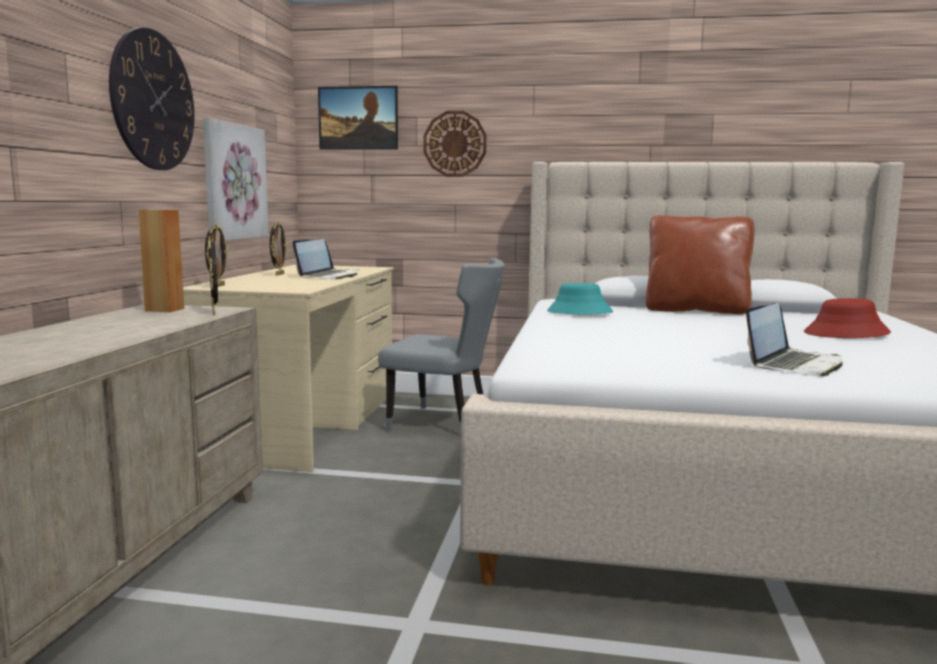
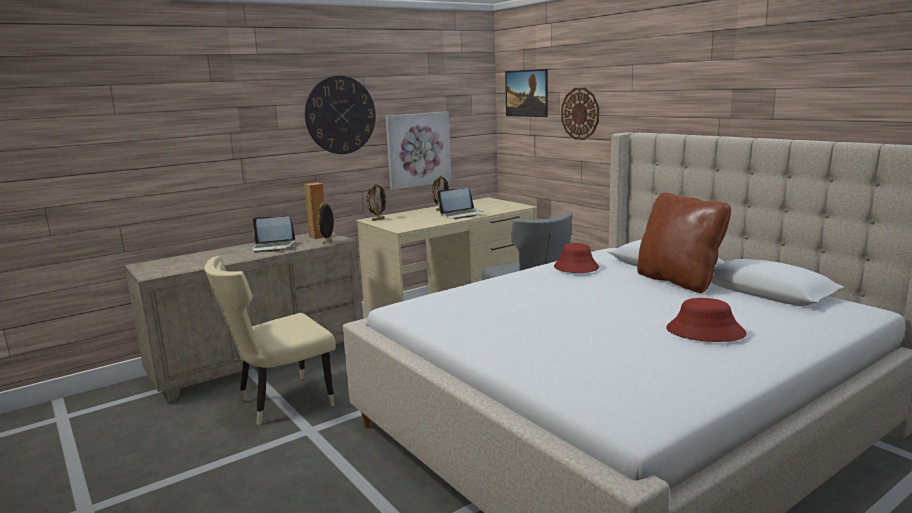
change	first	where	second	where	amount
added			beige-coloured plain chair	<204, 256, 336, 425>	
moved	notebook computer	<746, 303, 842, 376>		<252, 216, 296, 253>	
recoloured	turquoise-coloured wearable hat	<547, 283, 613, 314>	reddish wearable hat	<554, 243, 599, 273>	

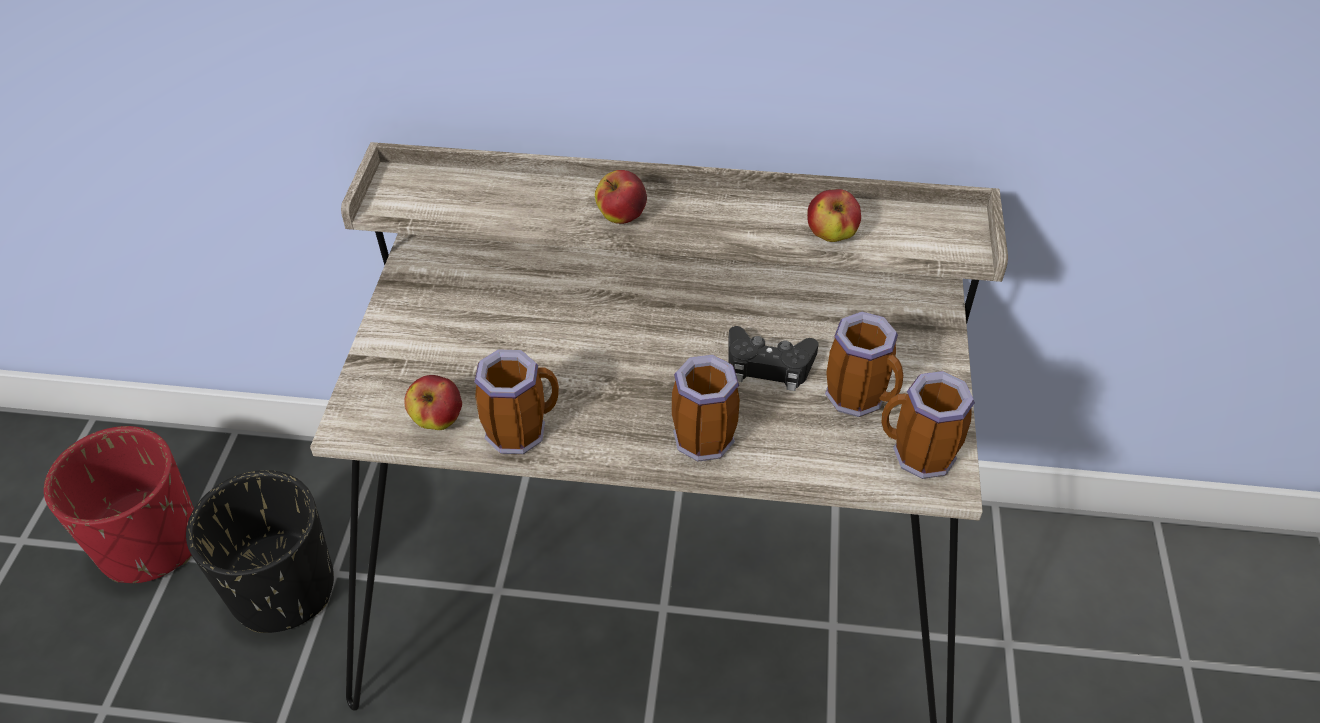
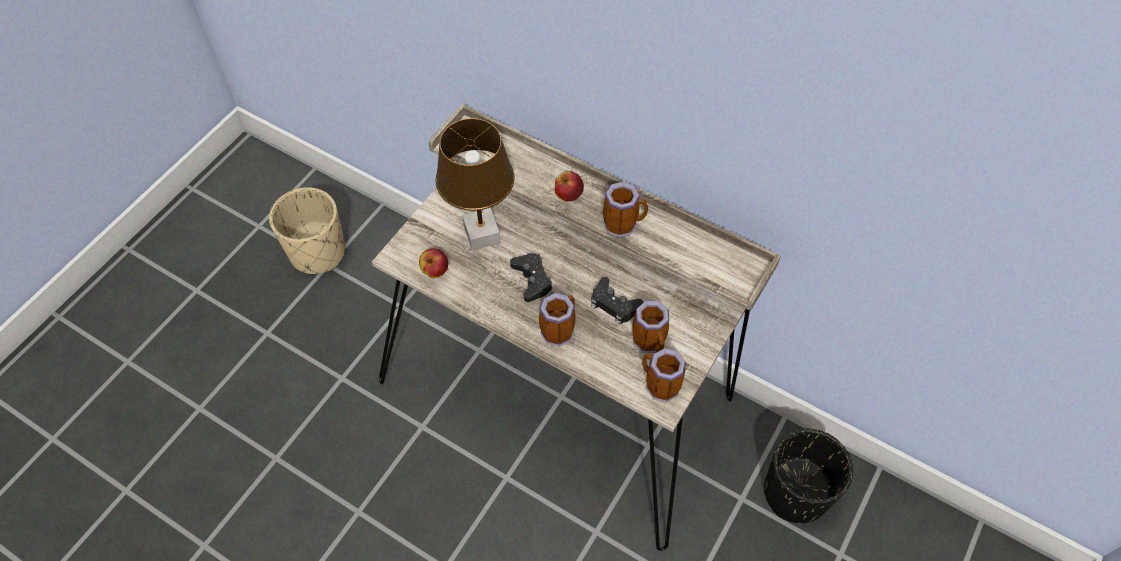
change	first	where	second	where	amount
recoloured	reddish planter	<44, 426, 194, 583>	beige-coloured planter	<269, 187, 345, 274>	
added			brown-coloured tabletop lamp	<436, 118, 514, 251>	
added			black-coloured joypad	<510, 253, 553, 302>	
moved	tea mug	<474, 349, 559, 454>		<603, 181, 648, 238>	
moved	black-coloured planter	<186, 470, 334, 633>		<764, 429, 853, 523>	
removed	apple fruit	<807, 189, 861, 242>			

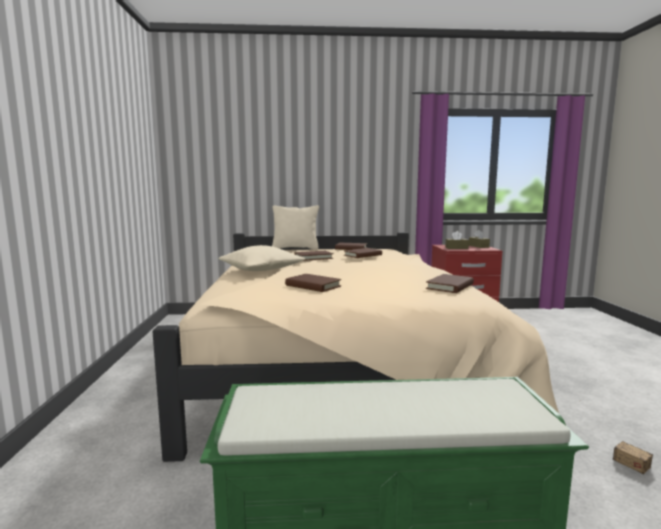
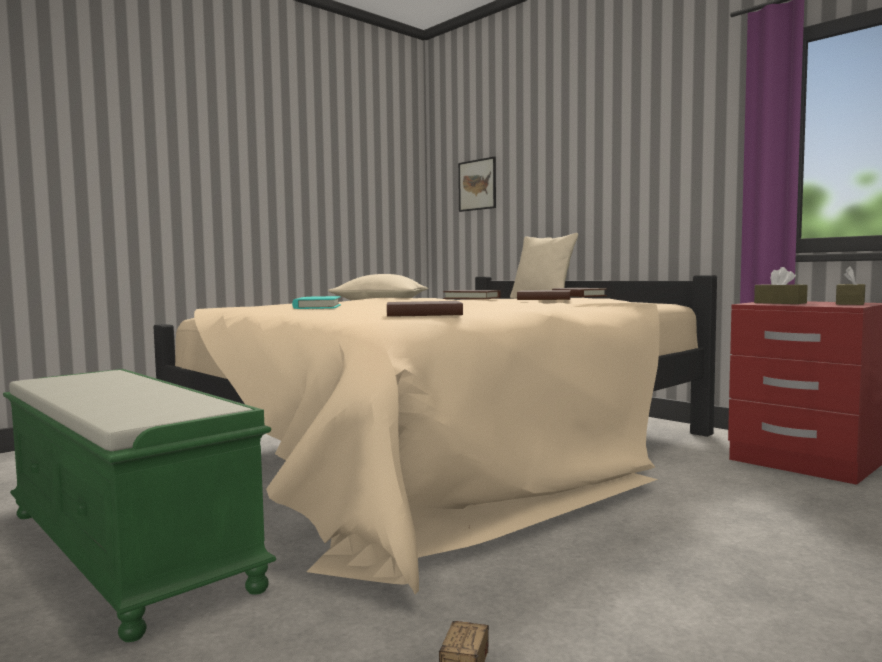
change	first	where	second	where	amount
recoloured	brown-coloured volume	<285, 274, 341, 292>	turquoise-coloured volume	<292, 296, 341, 309>	
added			wall art	<458, 157, 496, 212>	

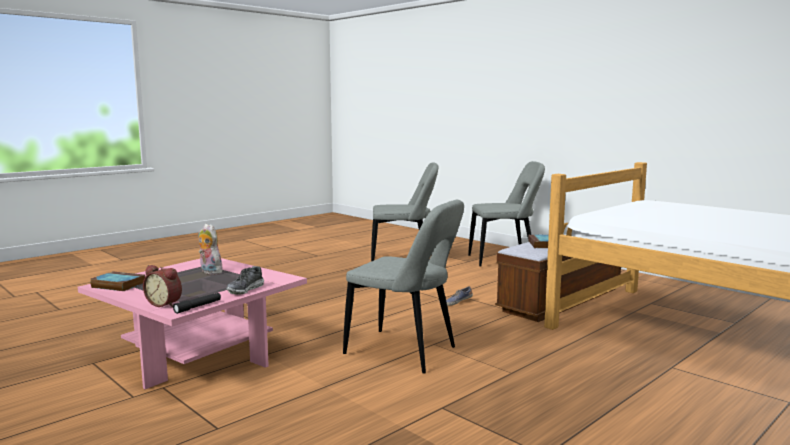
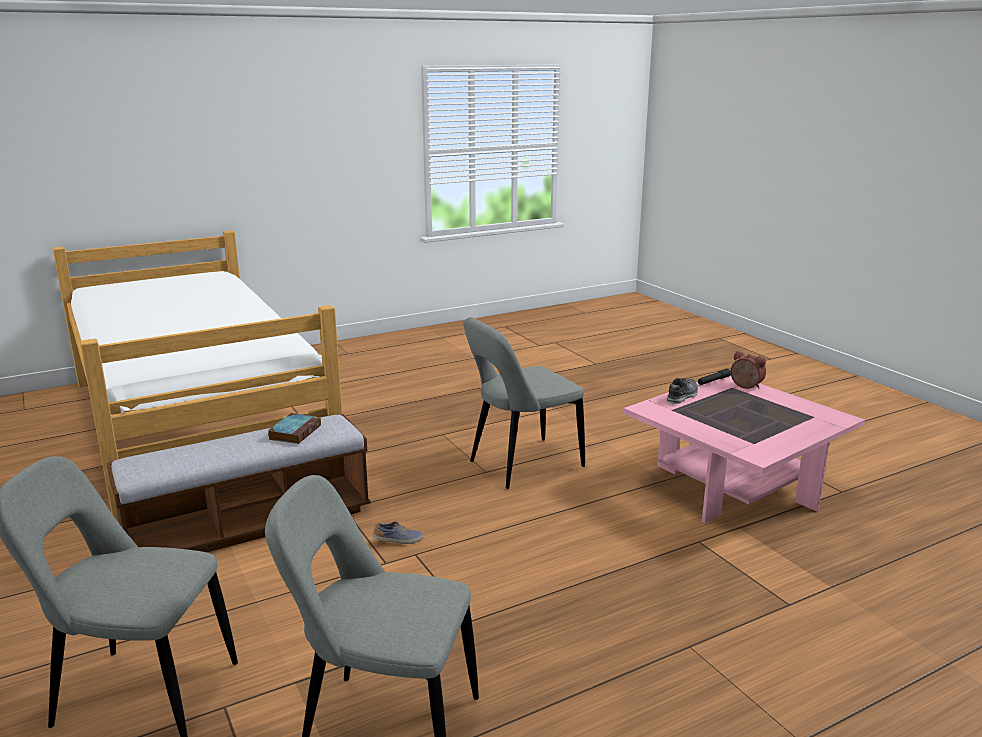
change	first	where	second	where	amount
turned	greyish plain chair	<343, 200, 464, 374>		<463, 317, 585, 489>	75 degrees counterclockwise
removed	volume	<90, 271, 145, 291>			
removed	cuddly toy	<198, 224, 223, 275>			

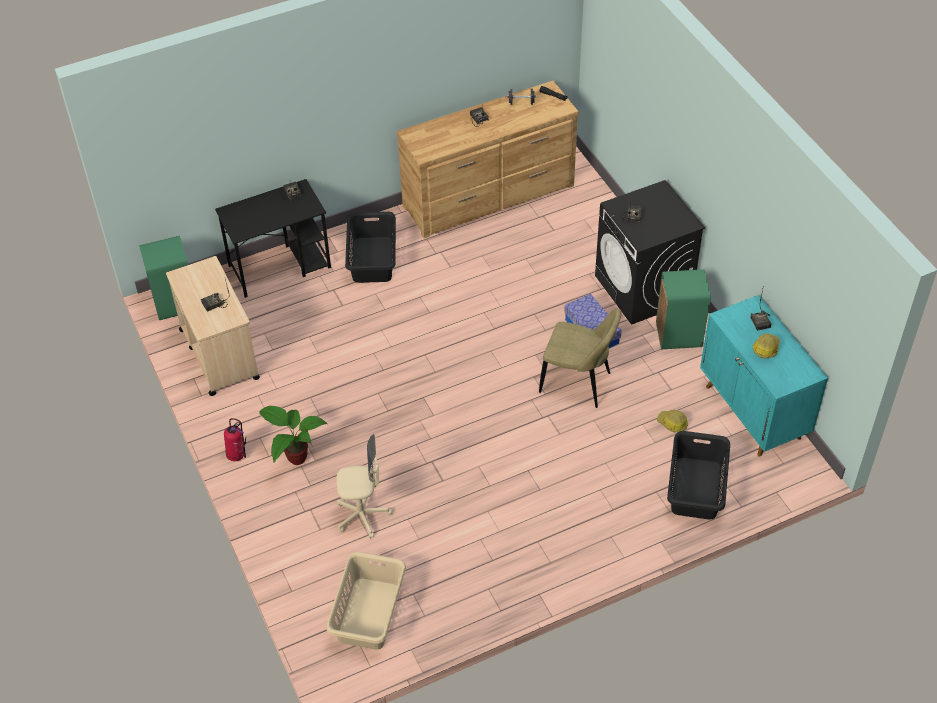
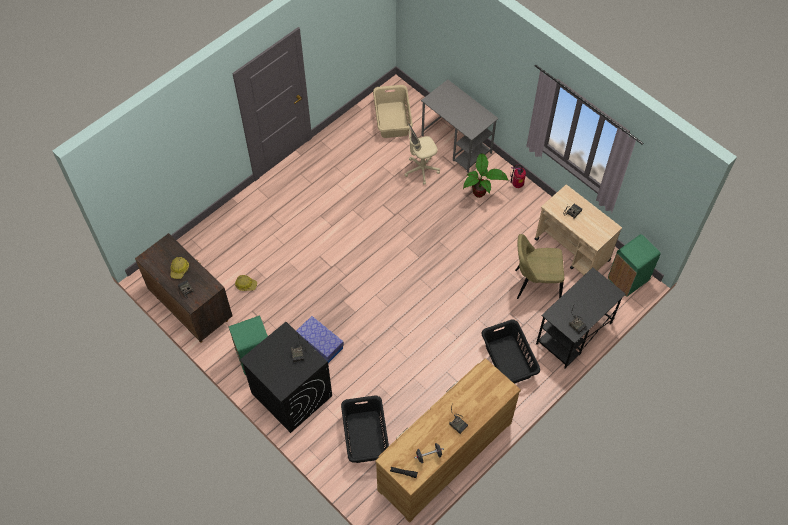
change	first	where	second	where	amount
recoloured	turquoise-coloured storage cabinet	<700, 295, 828, 457>	brown-coloured storage cabinet	<135, 233, 232, 343>	
moved	black-coloured laundry basket	<667, 431, 730, 520>		<341, 395, 389, 463>	
added			greyish desk unit	<421, 80, 498, 173>	
moved	beige-coloured plain chair	<539, 309, 622, 408>		<515, 234, 564, 299>	

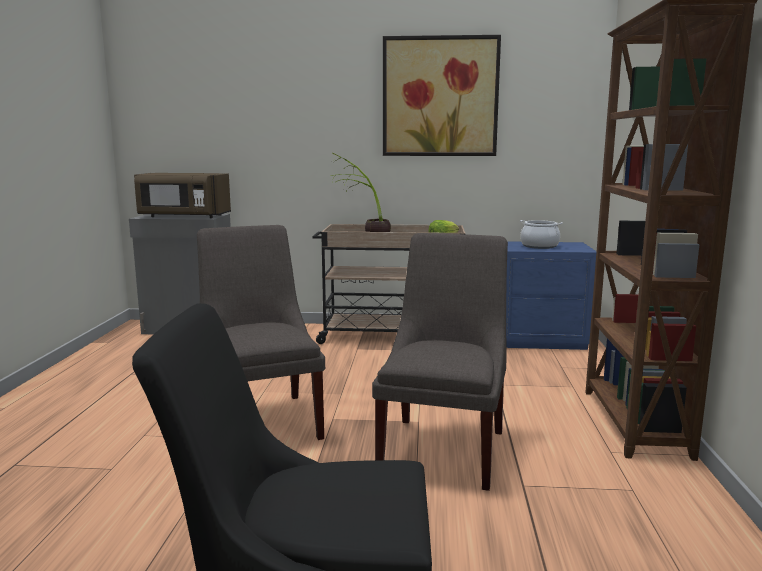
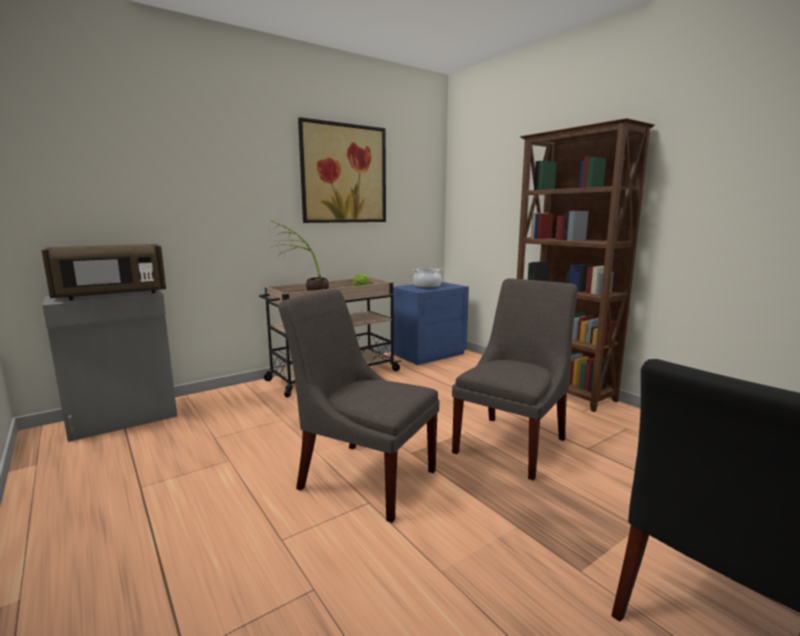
change	first	where	second	where	amount
turned	greyish plain chair	<372, 233, 508, 491>		<452, 278, 578, 481>	60 degrees clockwise

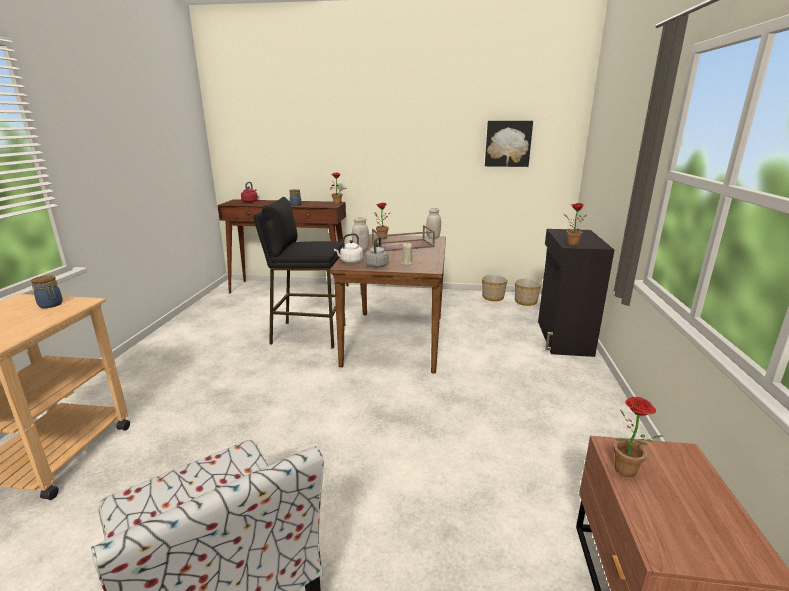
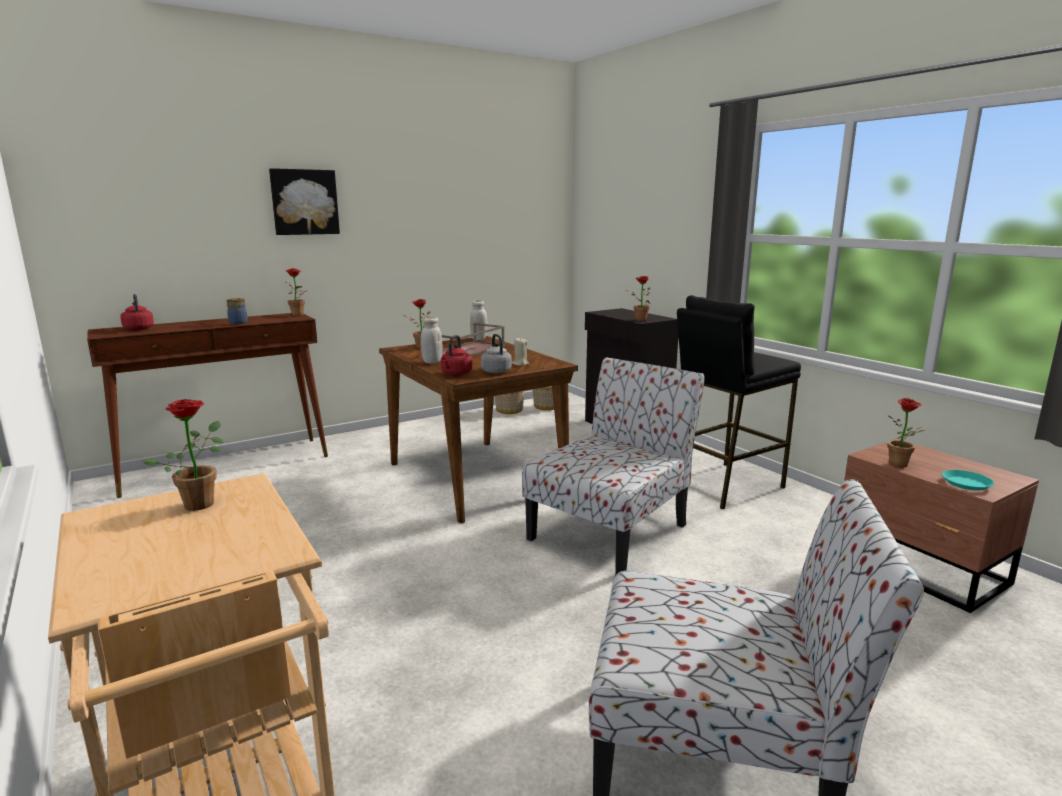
change	first	where	second	where	amount
replaced	storage jar	<31, 275, 63, 308>	plant in a pot	<143, 399, 224, 511>	
moved	wall art	<485, 121, 533, 167>		<269, 168, 340, 235>	
recoloured	white water kettle	<334, 233, 363, 263>	reddish water kettle	<441, 335, 472, 375>	
added			plain chair	<522, 357, 705, 575>	
moved	black-coloured stool	<253, 197, 345, 348>		<677, 295, 801, 509>	
added			turquoise-coloured plate	<942, 470, 994, 490>	

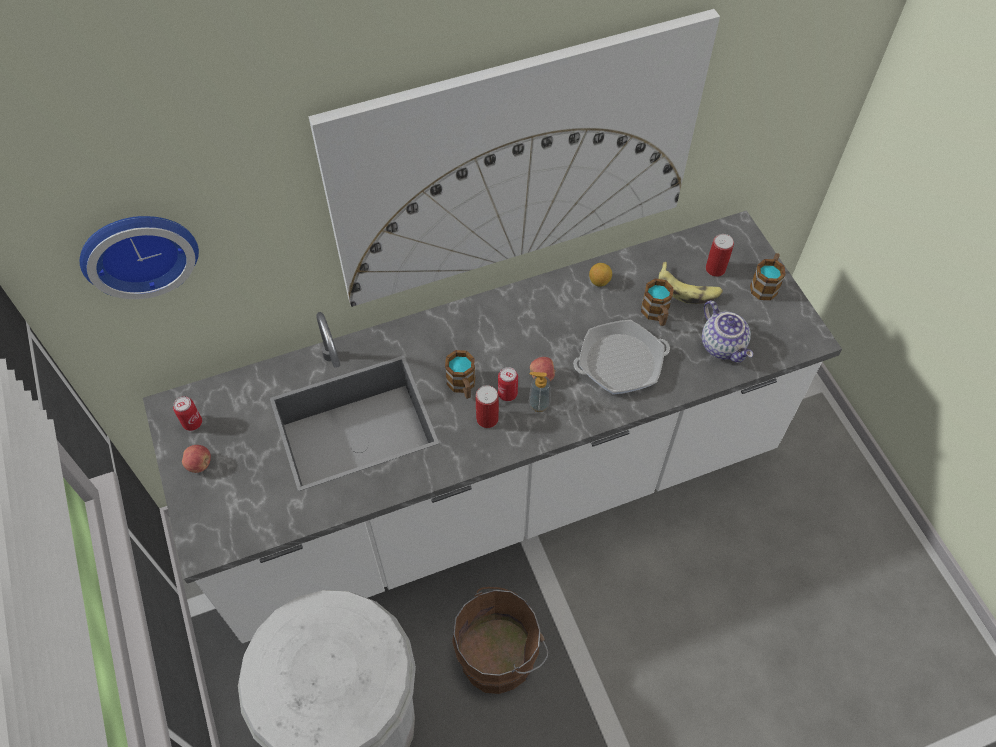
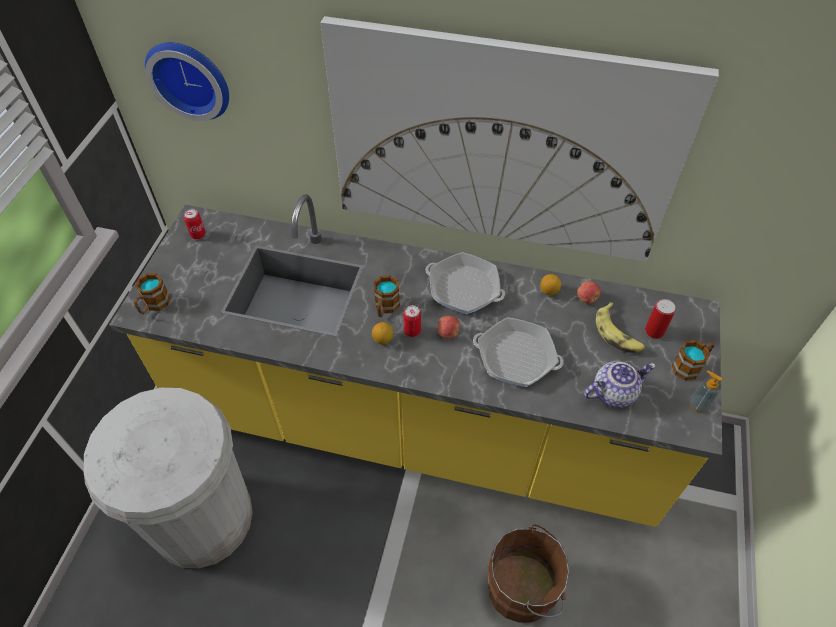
change	first	where	second	where	amount
recoloured	white kitchen base unit	<143, 210, 842, 643>	yellow kitchen base unit	<109, 194, 722, 527>	
moved	tea mug	<641, 278, 674, 326>		<134, 273, 171, 314>	
replaced	can	<476, 385, 499, 428>	citrus fruit	<372, 322, 393, 344>	
added			pan	<426, 252, 505, 314>	
moved	brown-coloured pail	<452, 587, 548, 694>		<488, 524, 569, 623>	
moved	apple fruit	<182, 445, 211, 473>		<577, 281, 601, 304>	
turned	tea pot	<702, 301, 753, 363>		<584, 361, 656, 408>	120 degrees counterclockwise
moved	soap bottle	<528, 372, 551, 412>		<690, 370, 722, 413>	

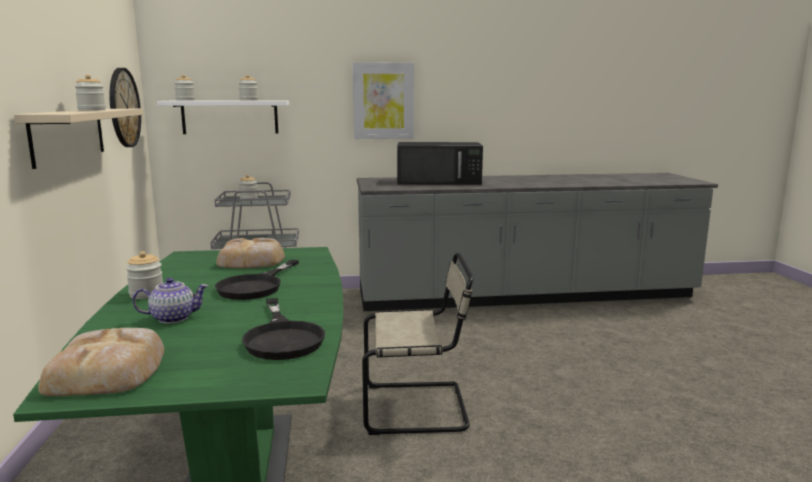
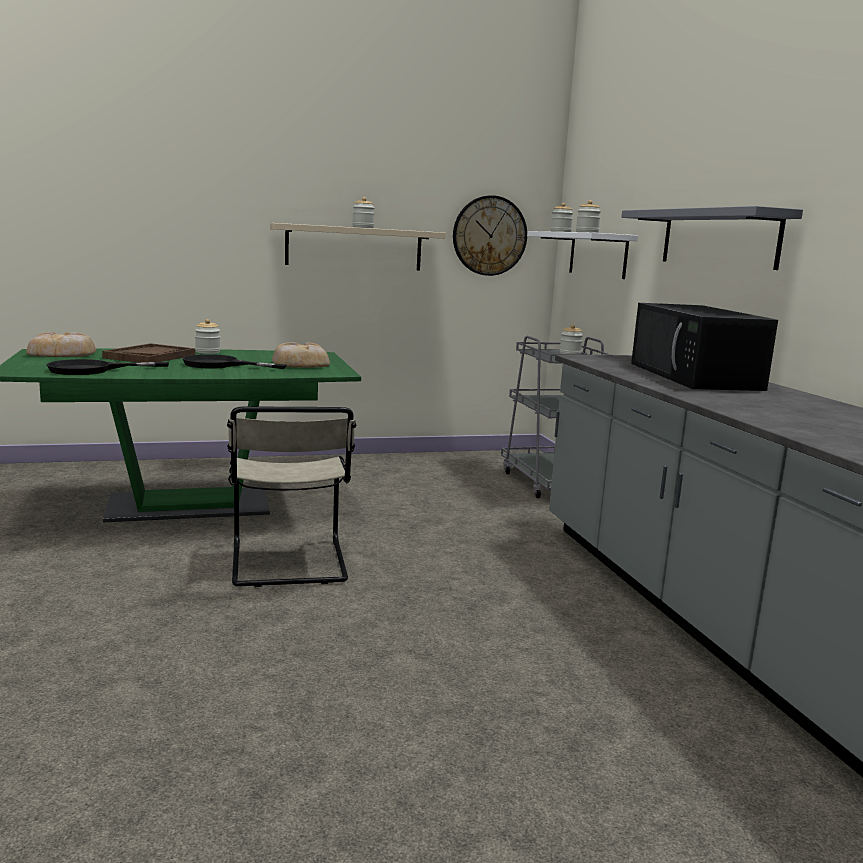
change	first	where	second	where	amount
replaced	tea pot	<132, 278, 208, 324>	brown-coloured serving tray	<102, 343, 195, 363>	
replaced	wall art	<353, 62, 414, 139>	greyish bracket shelf	<621, 206, 803, 270>	

